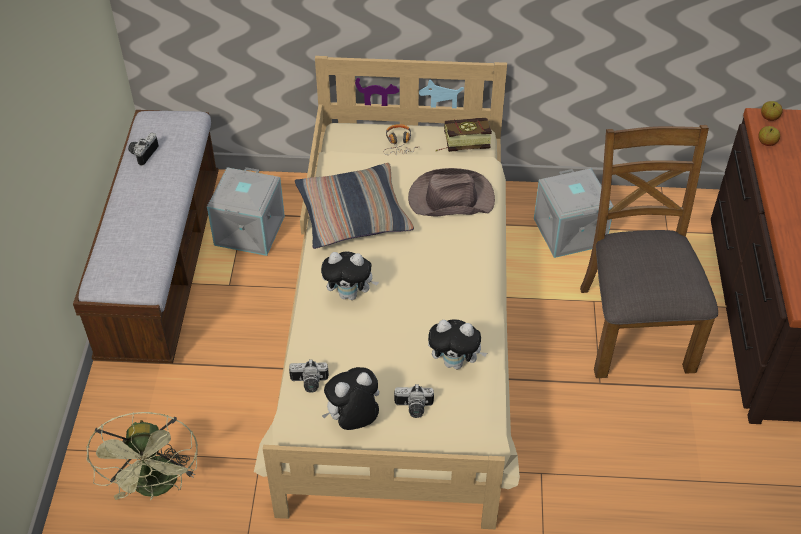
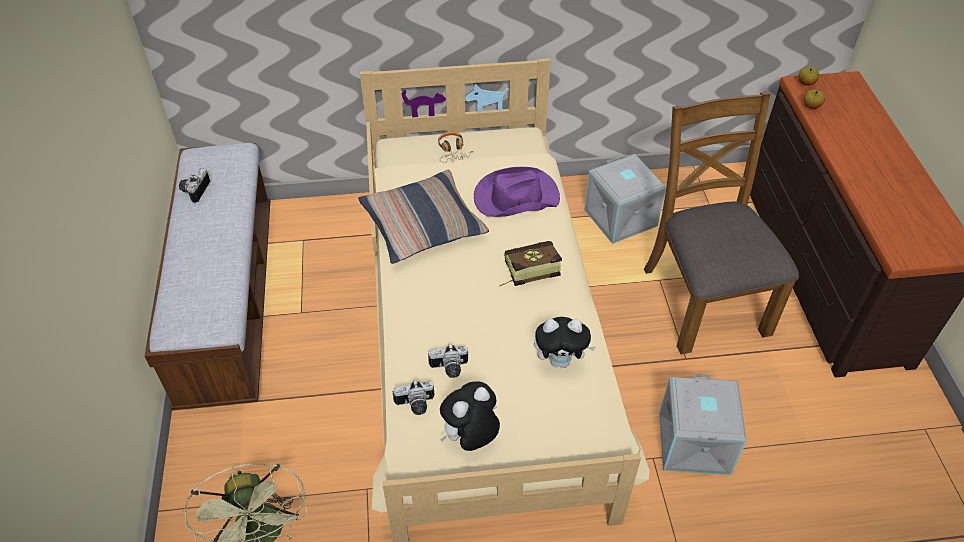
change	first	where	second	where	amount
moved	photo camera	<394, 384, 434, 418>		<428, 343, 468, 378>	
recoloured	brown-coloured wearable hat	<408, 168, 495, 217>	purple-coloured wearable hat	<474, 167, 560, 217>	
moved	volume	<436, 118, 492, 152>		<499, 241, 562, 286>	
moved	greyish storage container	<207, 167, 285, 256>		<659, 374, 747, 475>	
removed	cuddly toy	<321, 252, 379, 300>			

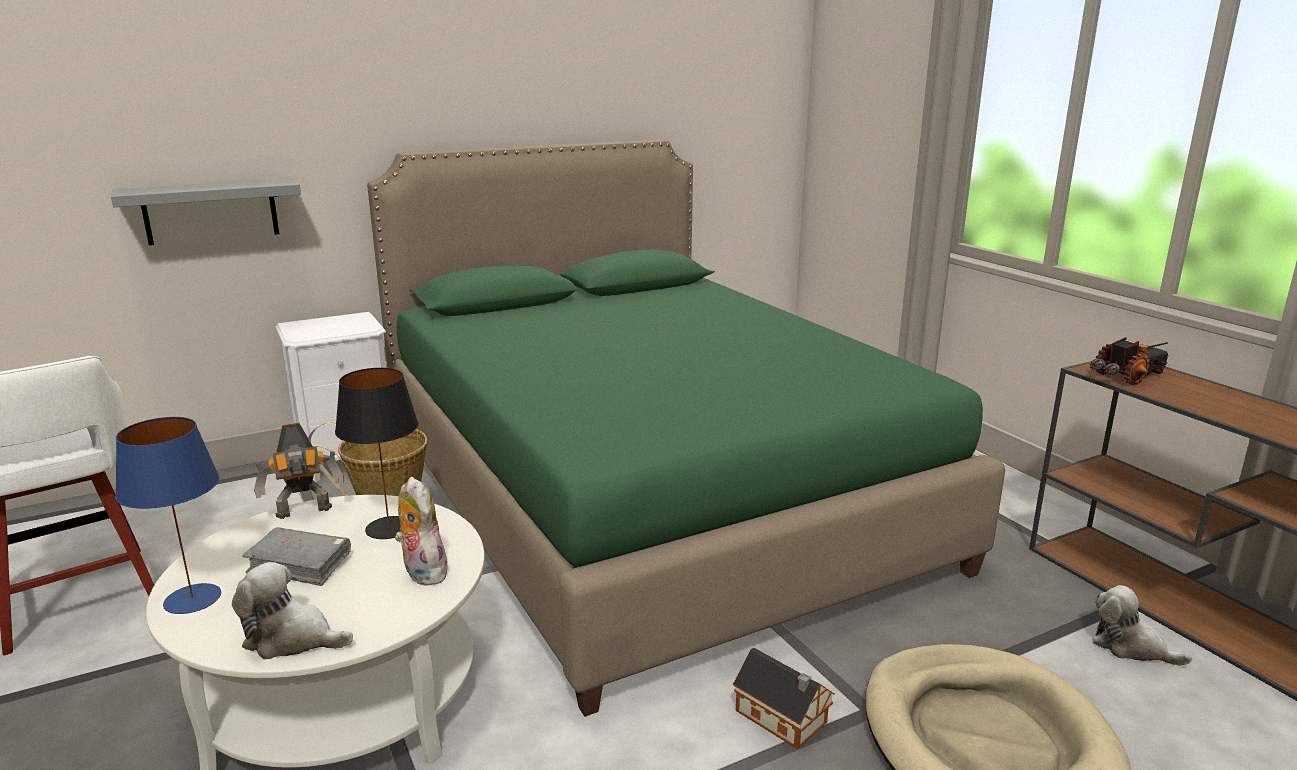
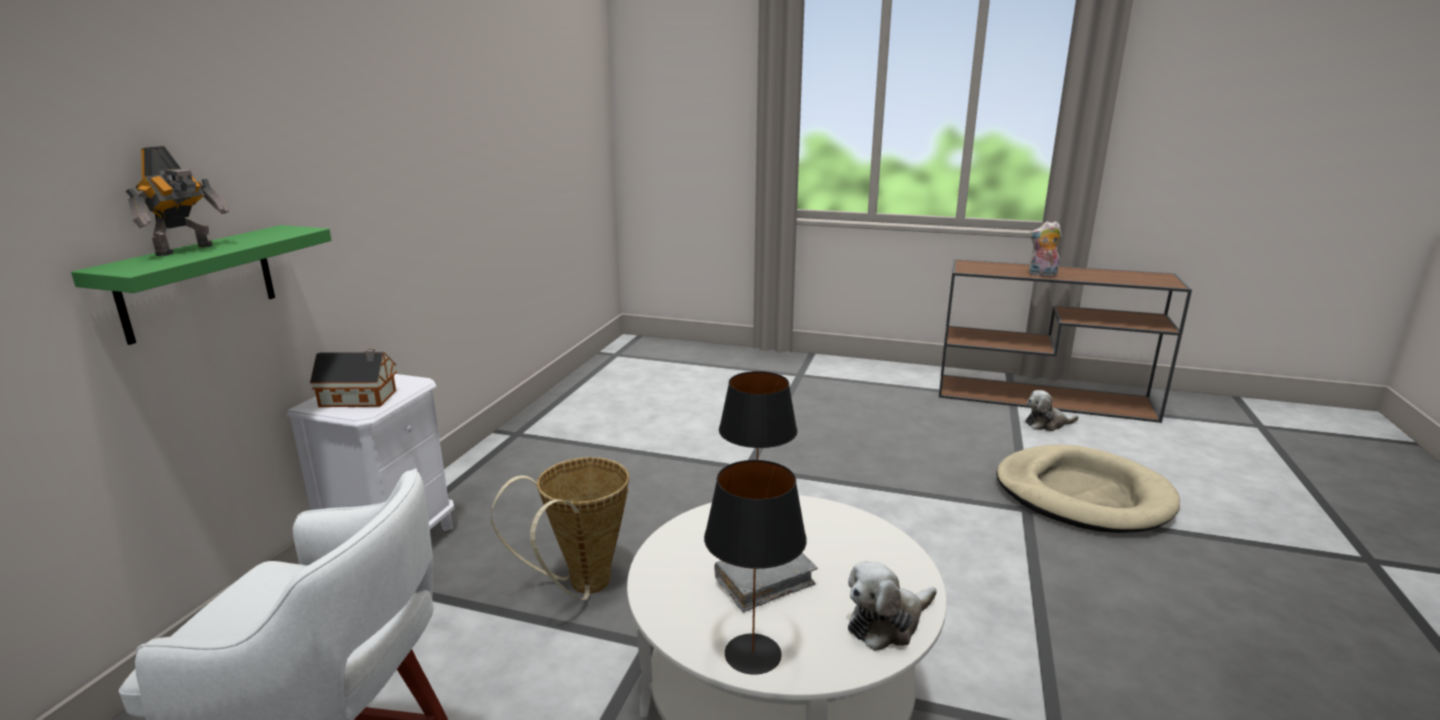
change	first	where	second	where	amount
recoloured	greyish bracket shelf	<111, 178, 301, 245>	green bracket shelf	<71, 225, 332, 345>	
moved	toy robot	<254, 422, 344, 519>		<126, 146, 230, 256>	
moved	toy house	<733, 647, 835, 749>		<310, 349, 397, 407>	
recoloured	blue-coloured tabletop lamp	<115, 417, 221, 614>	black-coloured tabletop lamp	<704, 460, 807, 675>	
moved	cuddly toy	<395, 477, 448, 586>		<1029, 221, 1062, 277>	
removed	green bed	<367, 139, 1005, 717>			
removed	toy lorry	<1090, 337, 1170, 385>			

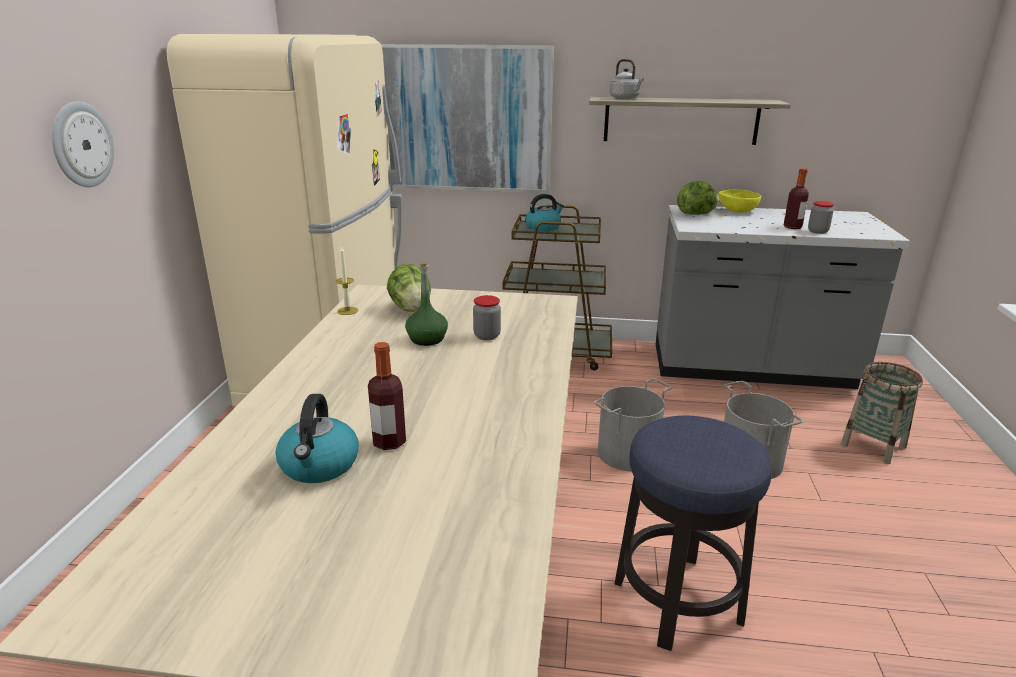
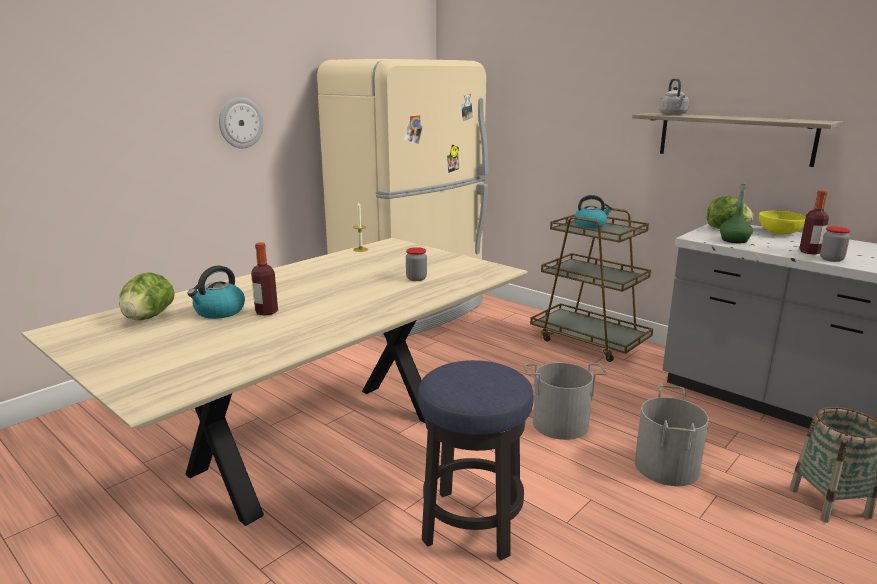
change	first	where	second	where	amount
moved	lettuce head	<387, 264, 431, 312>		<119, 272, 175, 321>	
moved	green beverage bottle	<405, 262, 448, 346>		<720, 183, 753, 243>	
removed	wall art	<381, 44, 554, 193>			

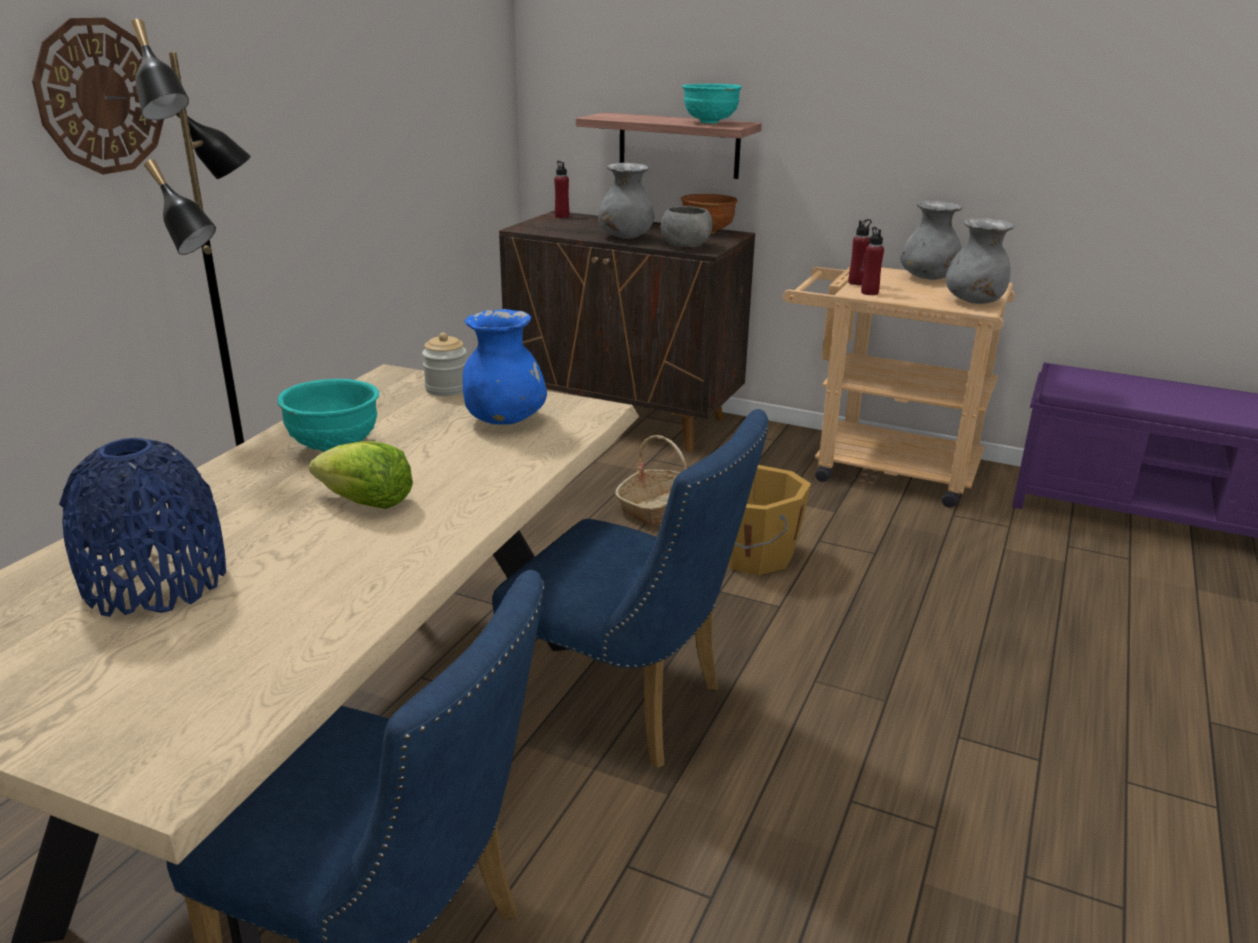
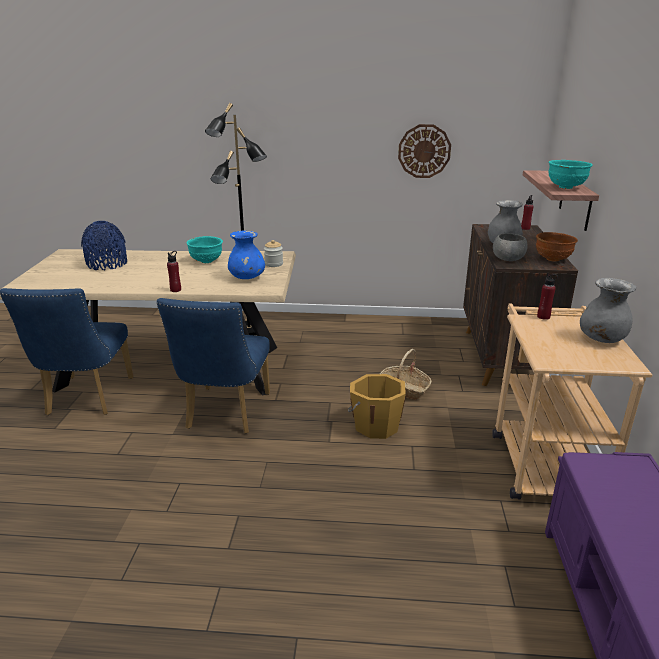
change	first	where	second	where	amount
moved	reddish beverage bottle	<861, 227, 884, 295>		<167, 251, 181, 292>	
moved	wall clock	<32, 18, 164, 174>		<398, 124, 451, 178>	
removed	lettuce head	<309, 441, 413, 509>			
removed	greyish flower vase	<945, 218, 1014, 304>			

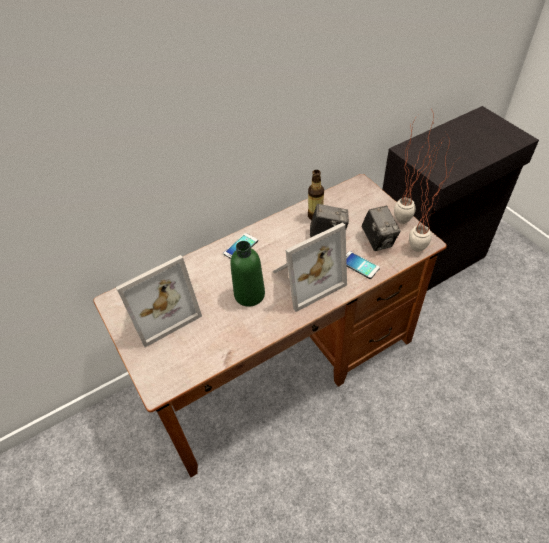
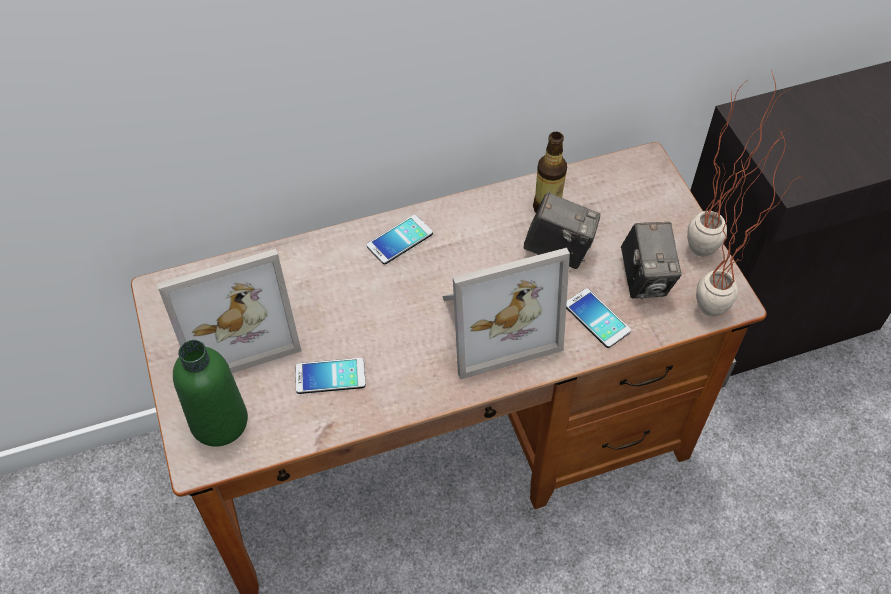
change	first	where	second	where	amount
moved	green beverage bottle	<230, 241, 265, 307>		<173, 340, 248, 447>	
added			handset	<295, 358, 366, 394>	

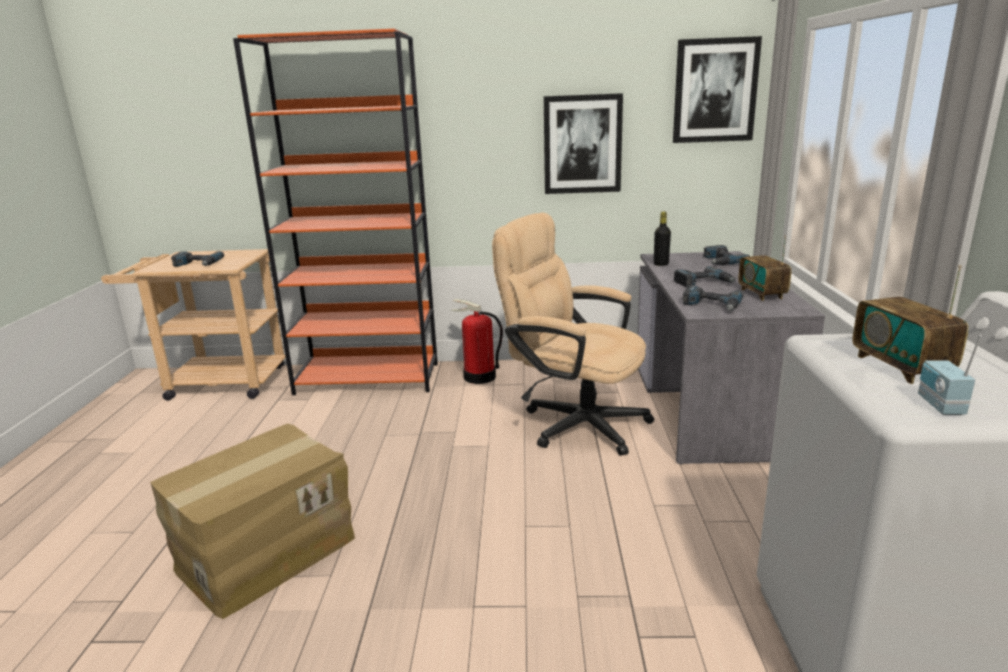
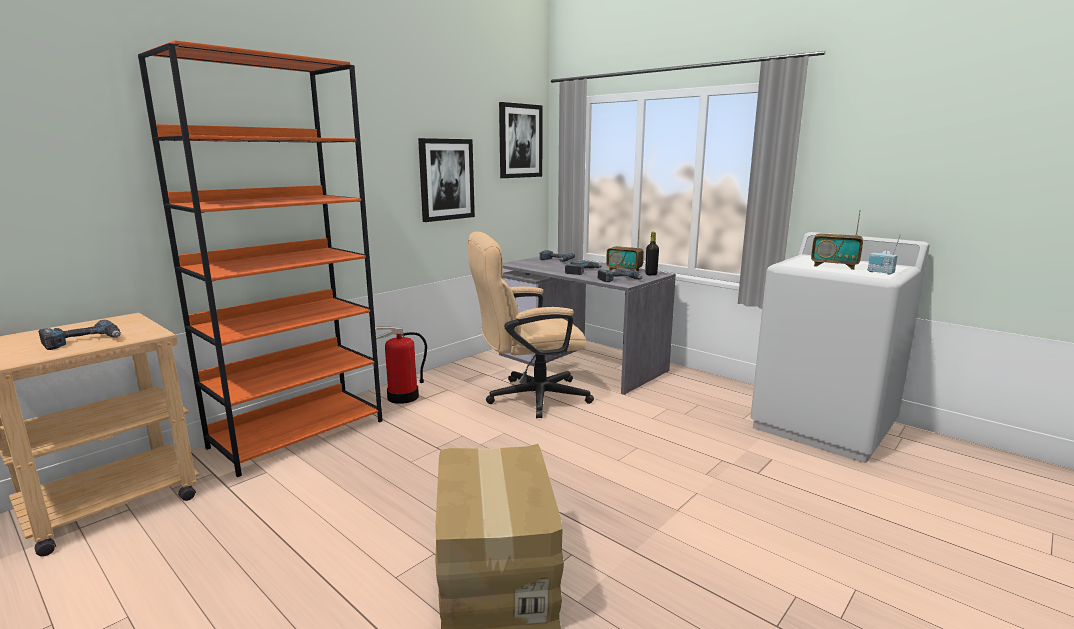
change	first	where	second	where	amount
moved	black-coloured beverage bottle	<654, 212, 671, 266>		<645, 232, 659, 276>	

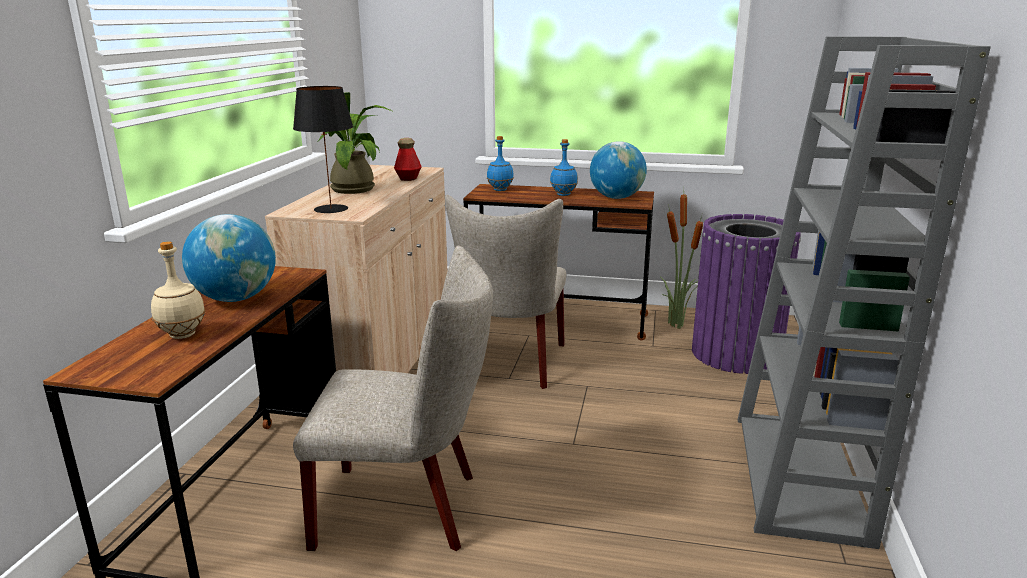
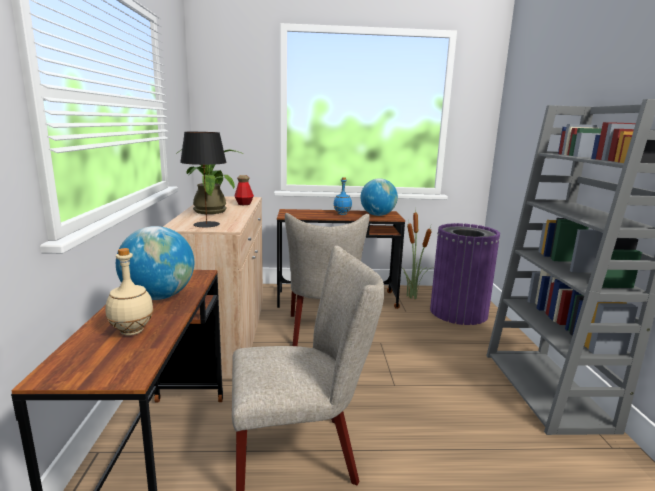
change	first	where	second	where	amount
removed	blue-coloured beverage bottle	<487, 136, 514, 191>			

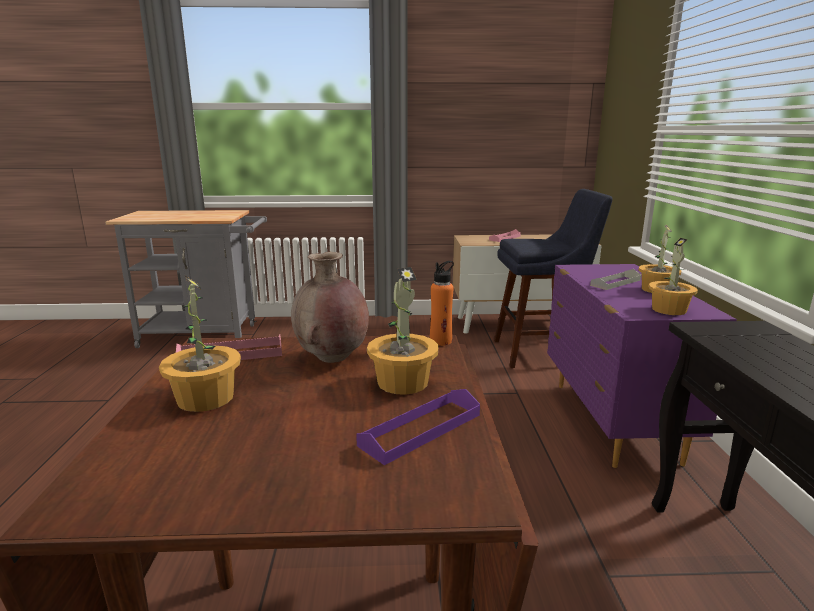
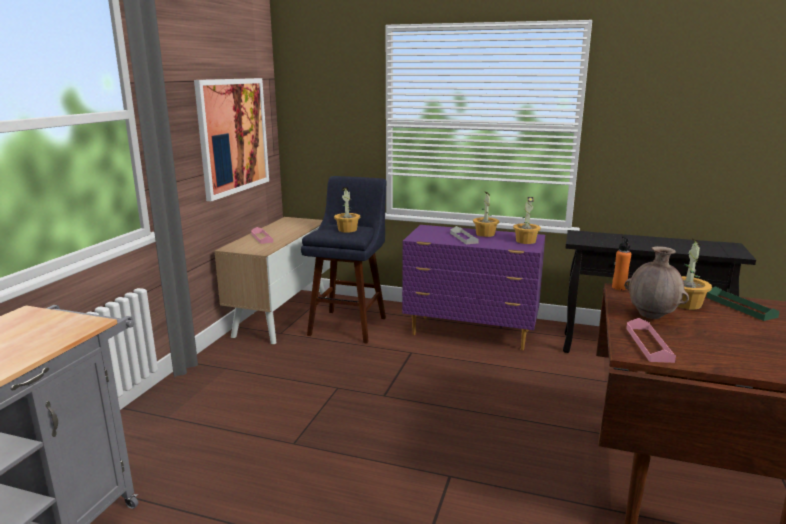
change	first	where	second	where	amount
added			wall art	<194, 78, 269, 201>	
moved	plant in a pot	<159, 276, 241, 412>		<334, 188, 360, 233>	
recoloured	purple-coloured serving tray	<356, 389, 480, 465>	green serving tray	<706, 286, 780, 321>	

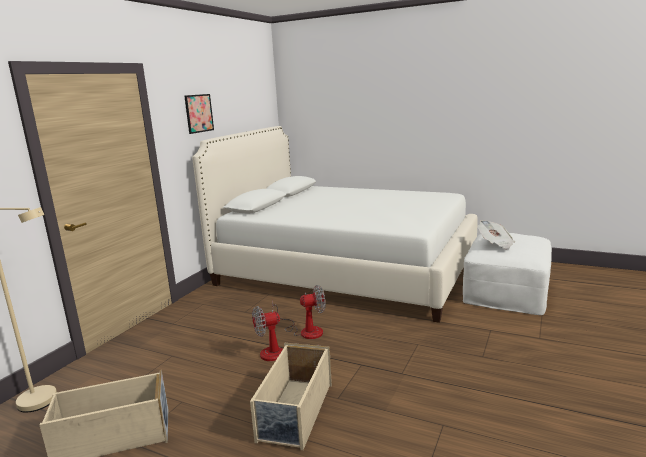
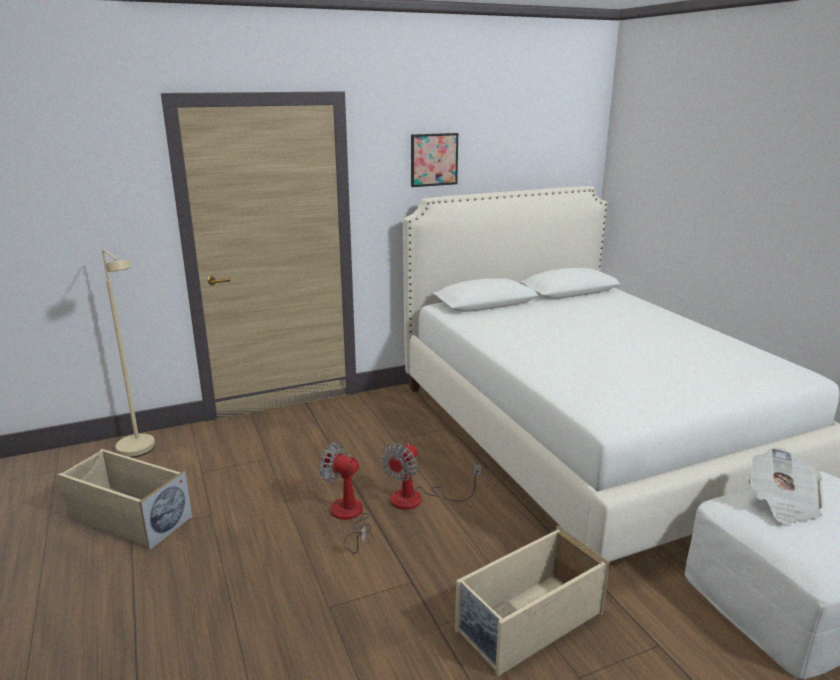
change	first	where	second	where	amount
turned	electric fan	<272, 285, 326, 339>		<381, 442, 482, 510>	90 degrees clockwise
moved	beige-coloured storage container	<250, 343, 332, 450>		<455, 525, 610, 676>	

